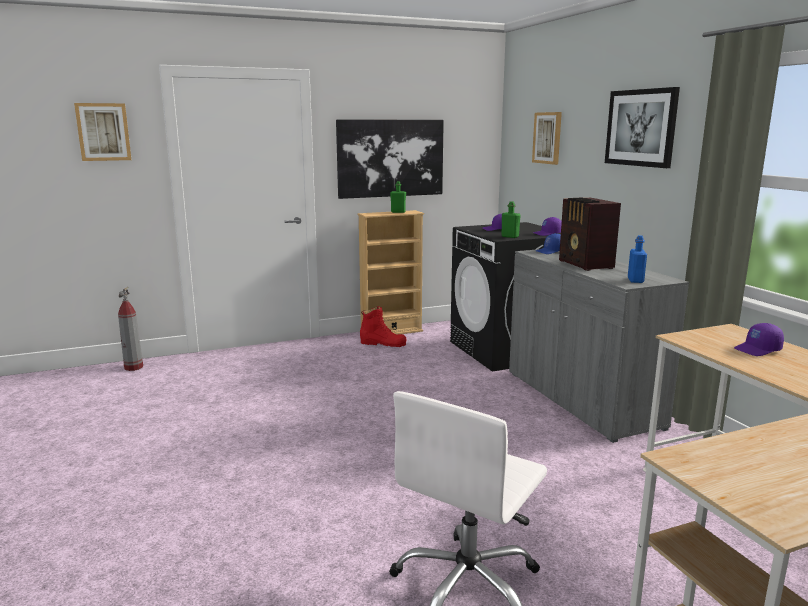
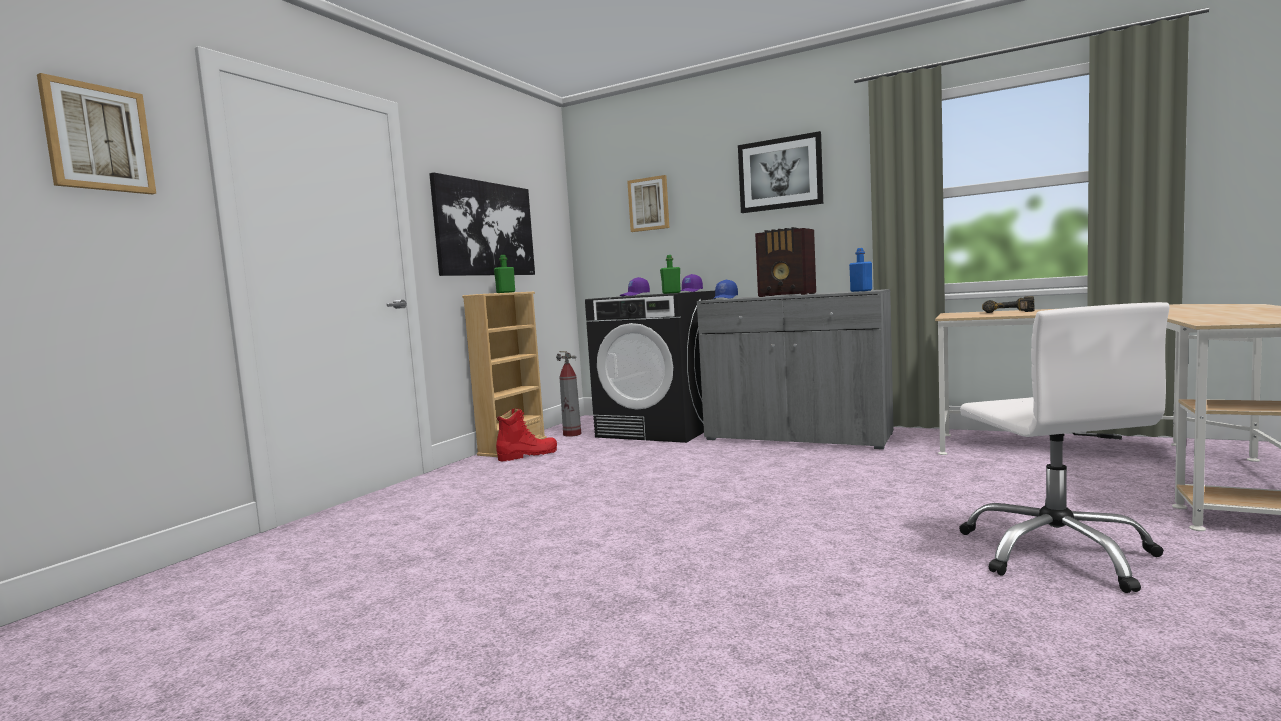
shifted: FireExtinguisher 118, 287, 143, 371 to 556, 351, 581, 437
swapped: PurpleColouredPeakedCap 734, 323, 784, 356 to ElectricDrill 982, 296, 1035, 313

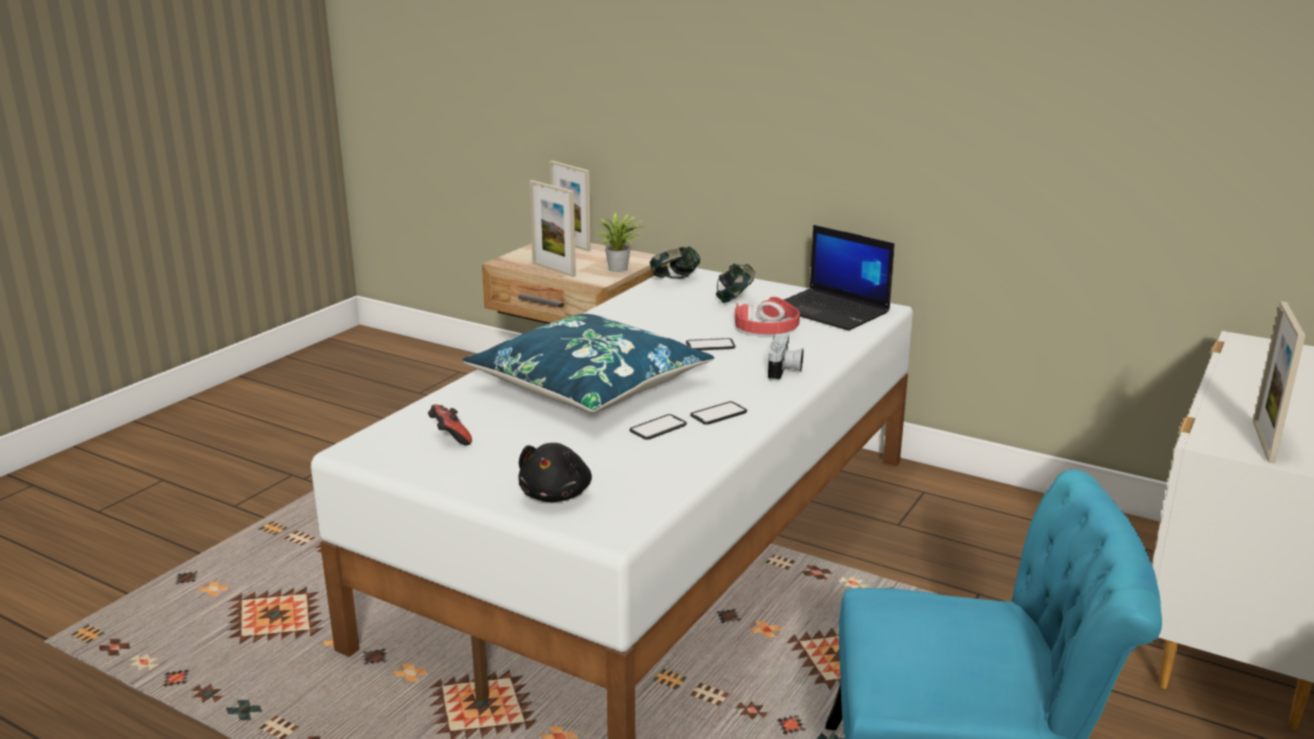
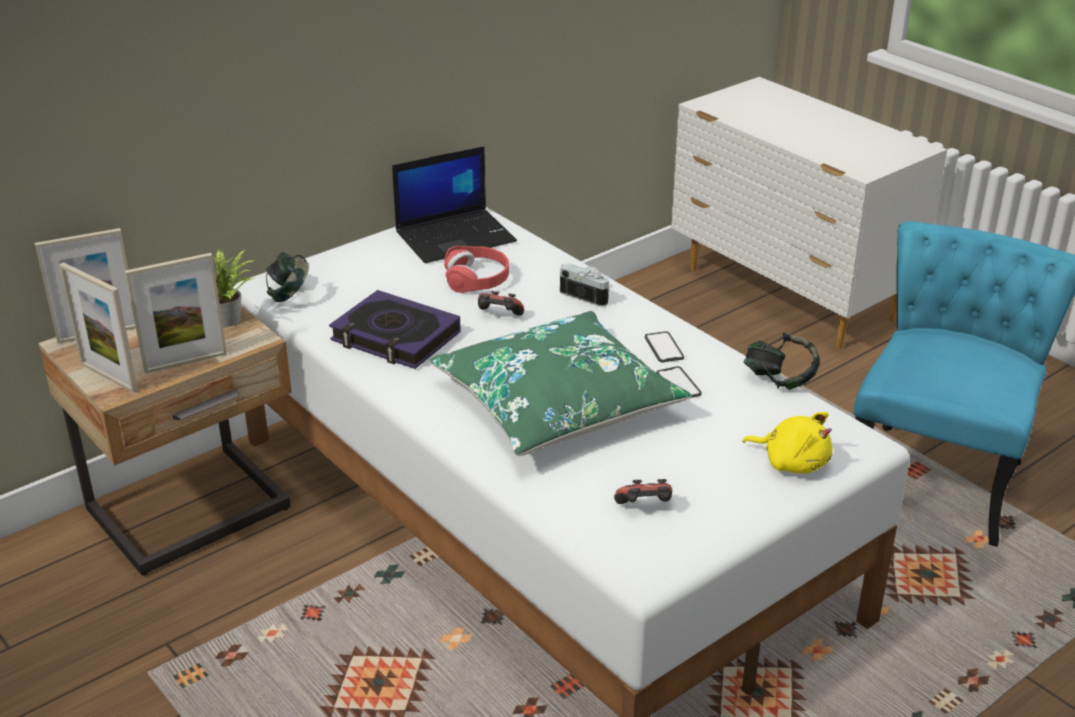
new: BoundBook 329, 290, 461, 369
shifted: Headset 716, 263, 755, 303 to 744, 332, 820, 390; PictureFrame 1253, 301, 1306, 464 to 59, 262, 138, 393
swapped: Telephone 686, 338, 736, 351 to Joypad 478, 291, 524, 316
repainted: BluePillow 463, 314, 714, 412 to GreenPillow 430, 311, 692, 456; BlackCuddlyToy 518, 443, 592, 502 to YellowCuddlyToy 743, 412, 832, 473

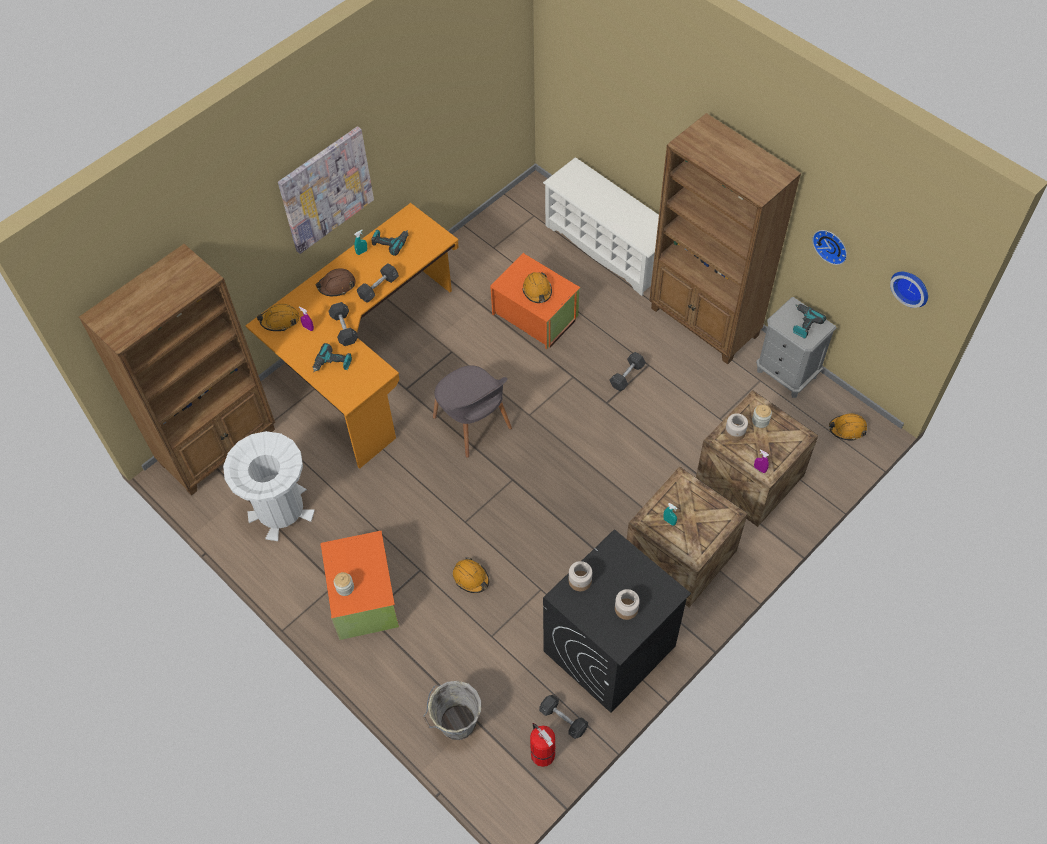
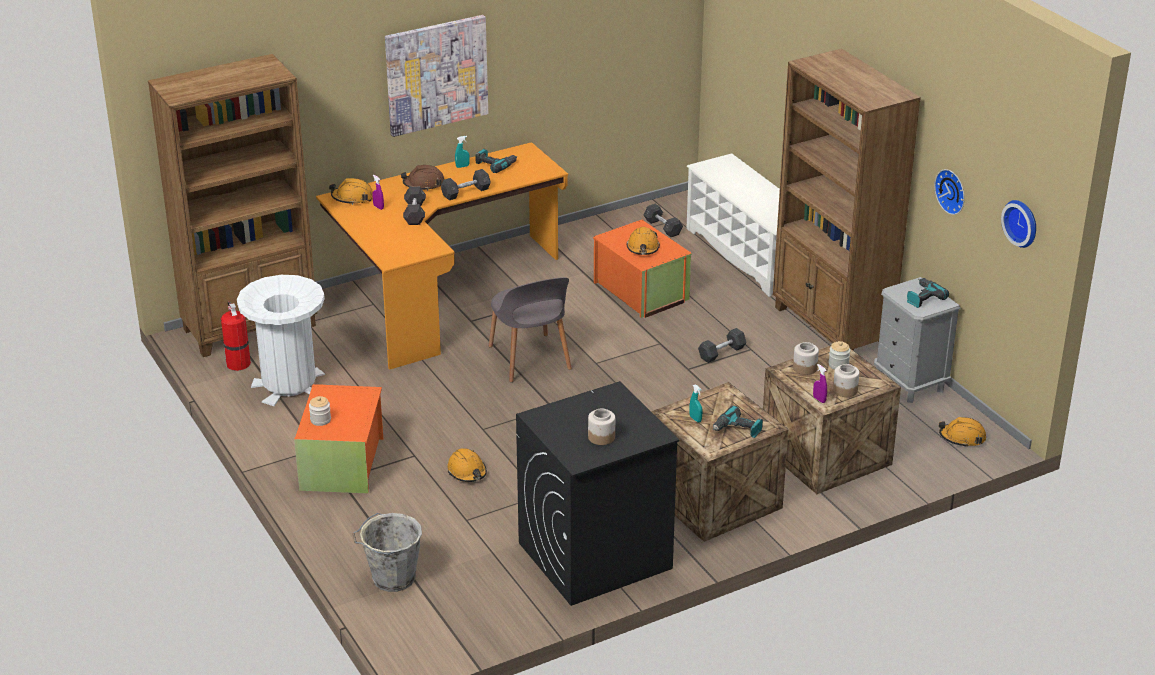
shifted: ElectricDrill 313, 343, 352, 372 to 713, 405, 763, 438; StorageJar 569, 561, 592, 591 to 833, 364, 859, 397; GreyishFreeWeight 539, 695, 588, 739 to 643, 204, 683, 237; FireExtinguisher 530, 723, 555, 767 to 221, 301, 251, 371

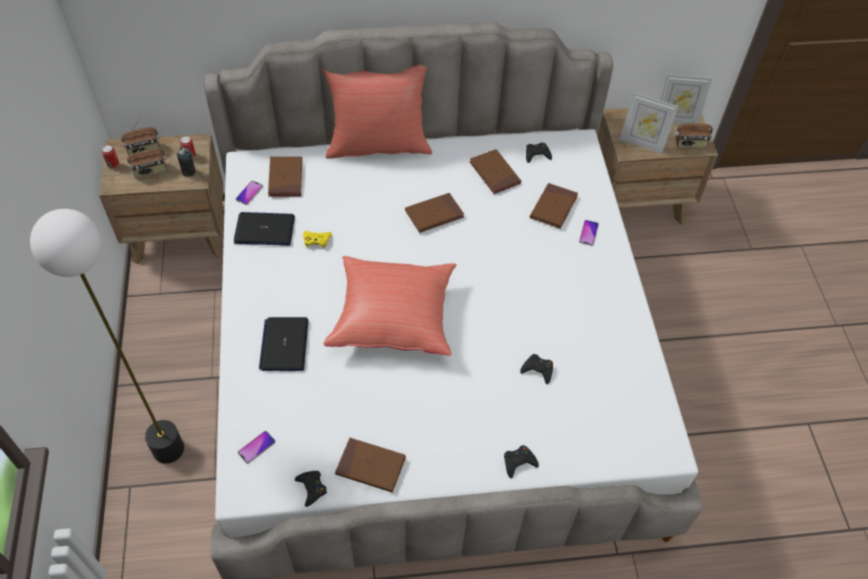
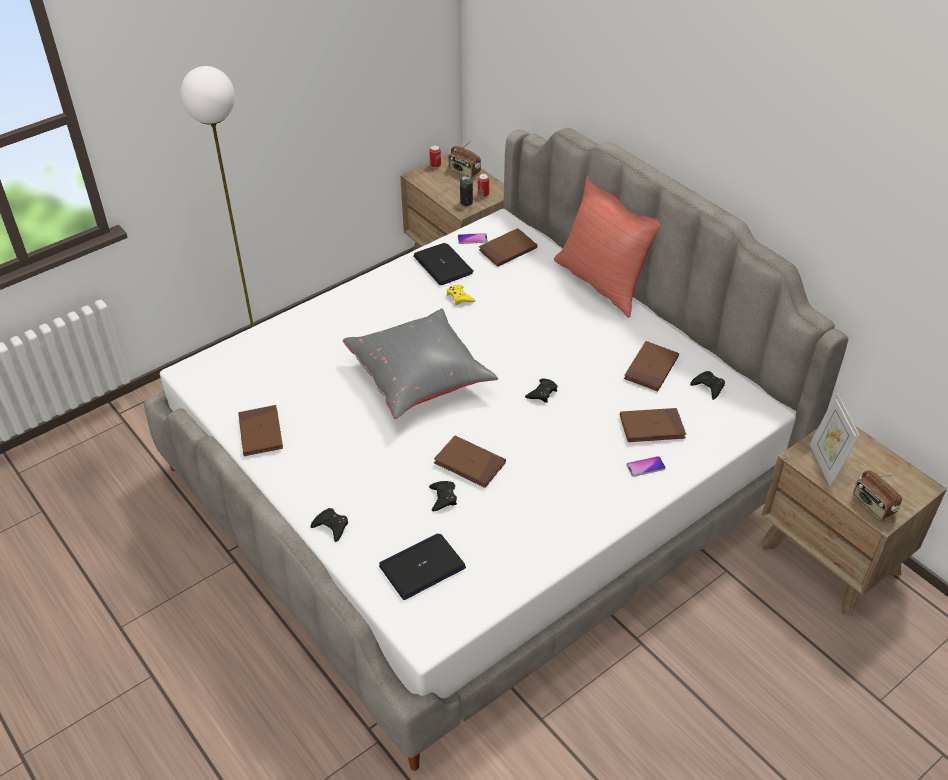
gone: PictureFrame 660, 74, 712, 125; RadioSet 127, 139, 167, 179; Telephone 238, 431, 275, 464
shifted: BrownBoundBook 405, 193, 464, 233 to 434, 436, 506, 488; Laptop 259, 317, 308, 371 to 379, 533, 466, 600; BlackJoypad 295, 471, 327, 507 to 525, 378, 557, 403
repainted: ReddishPillow 323, 256, 456, 356 to GreyishPillow 343, 308, 498, 419

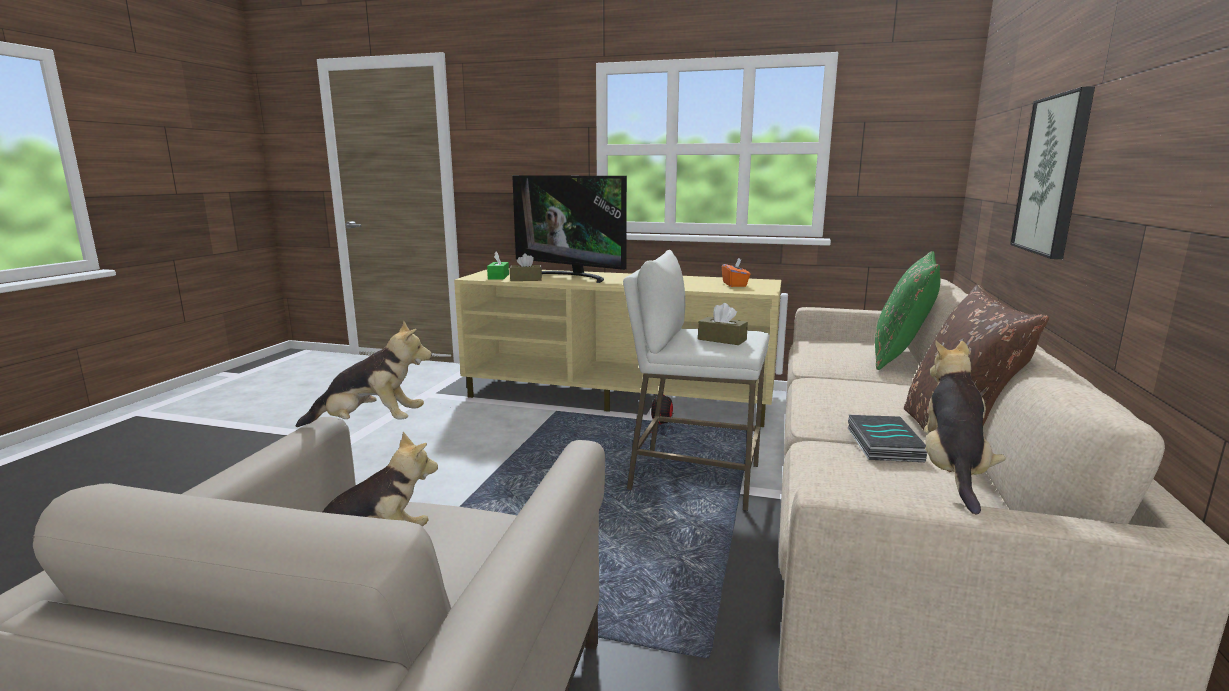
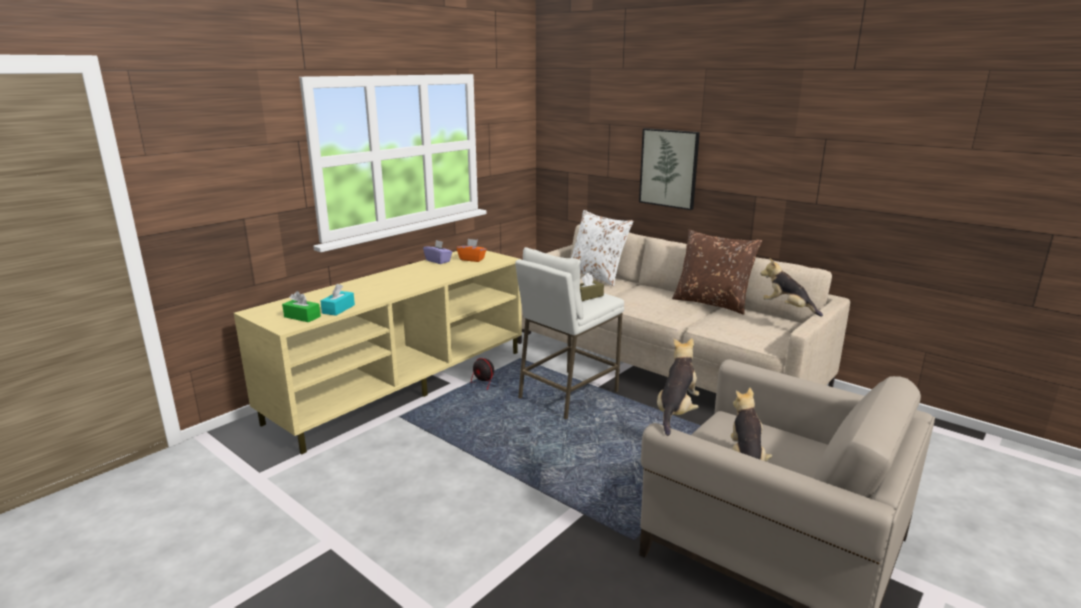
gone: Television 512, 175, 627, 283; BoundBook 848, 415, 927, 462
new: PurpleColouredBoxOfTissues 423, 240, 453, 264
repainted: GreenPillow 875, 251, 941, 370 to WhitishPillow 571, 210, 633, 286; BrownBoxOfTissues 510, 253, 542, 281 to BlueGreenBoxOfTissues 320, 284, 355, 316

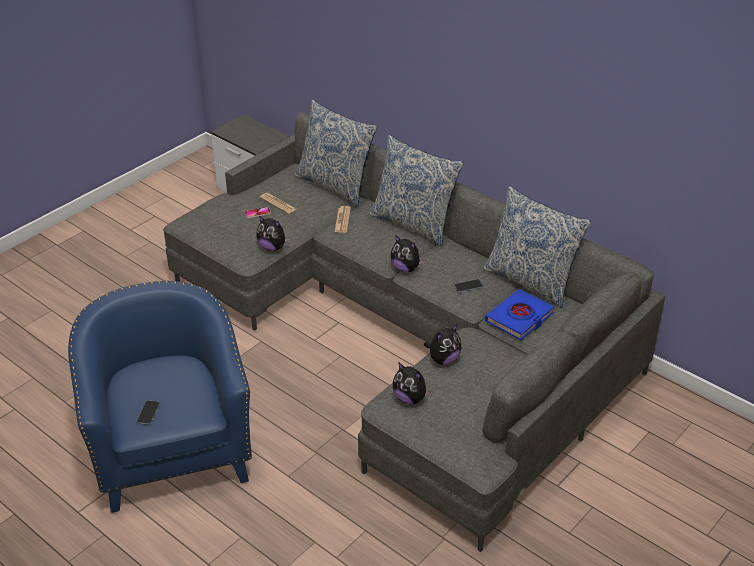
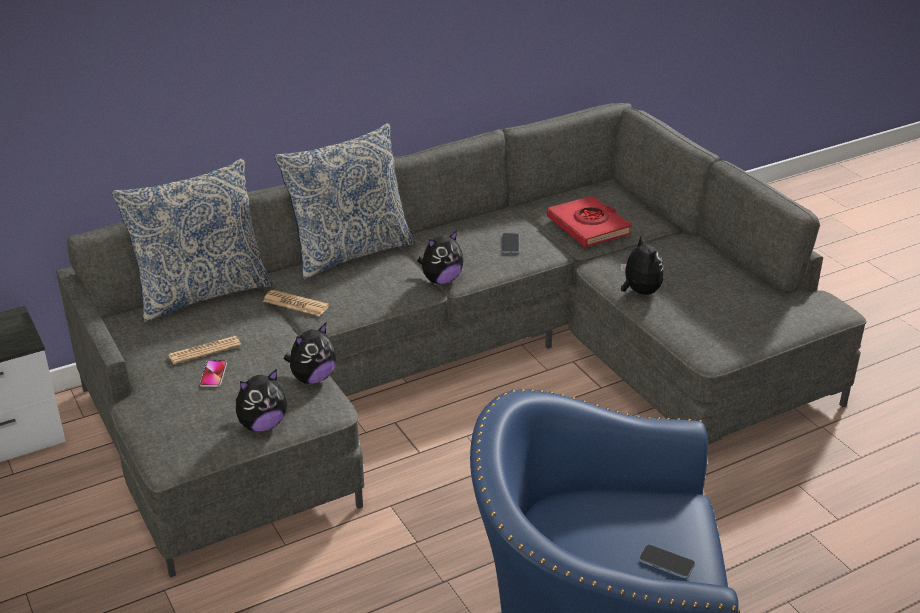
gone: Pillow 483, 186, 591, 308
shifted: CuddlyToy 393, 362, 432, 405 to 236, 369, 287, 432
repainted: BlueBoundBook 485, 289, 554, 340 to ReddishBoundBook 547, 196, 632, 247

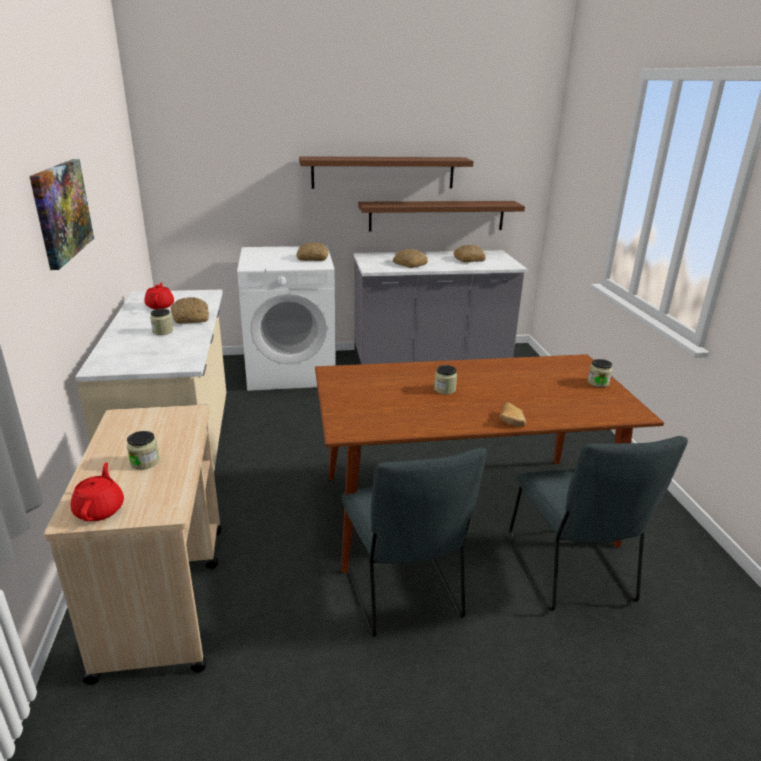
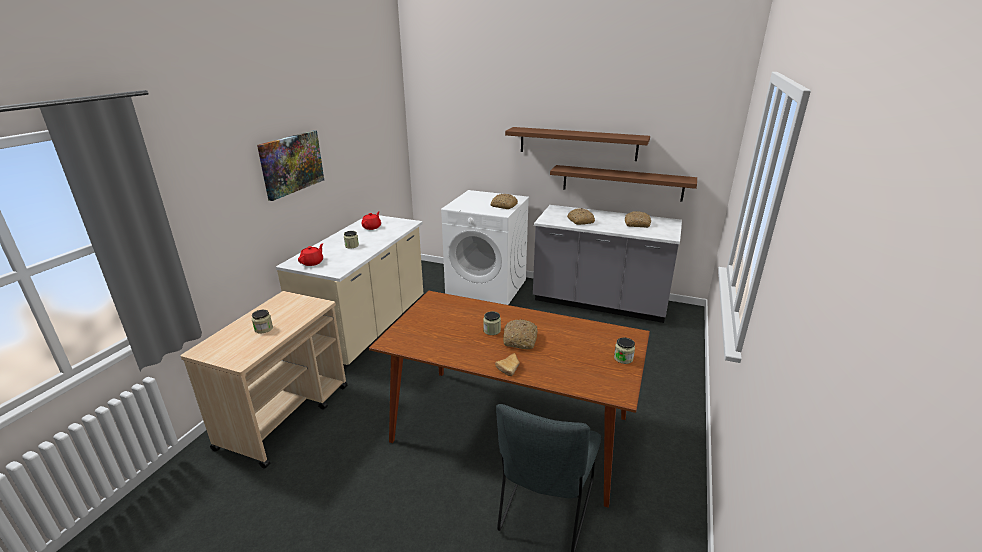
gone: GreyishPlainChair 341, 447, 487, 637
shifted: BakedBread 171, 297, 209, 324 to 503, 319, 538, 349; ReddishTeapot 70, 462, 124, 521 to 298, 243, 323, 266

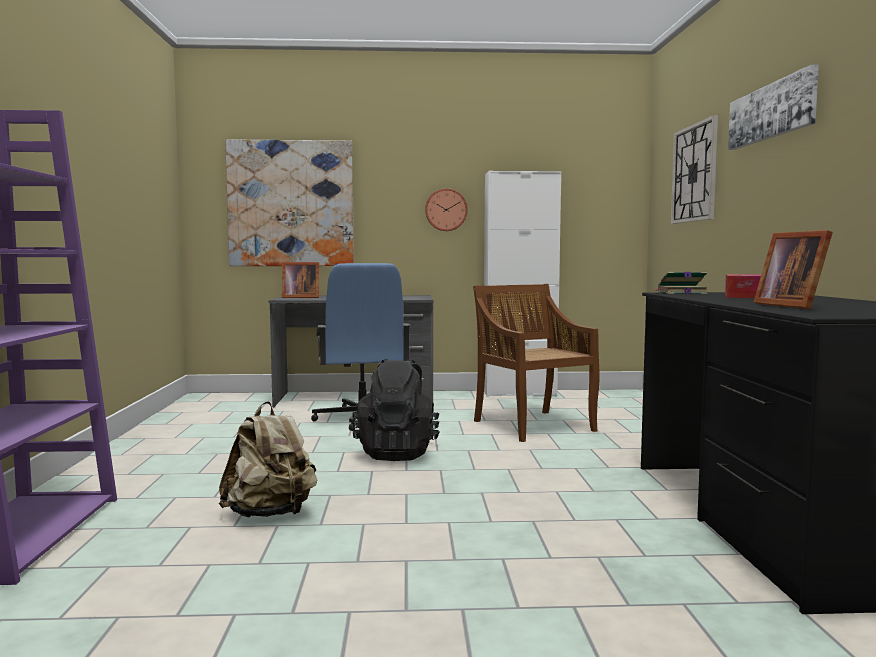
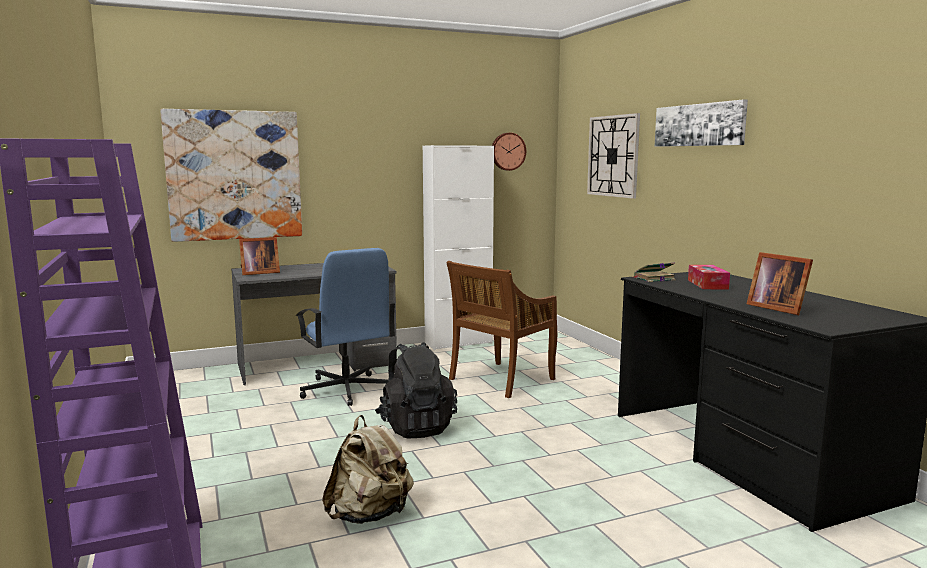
shifted: ClockOnTheWall 425, 188, 468, 231 to 492, 133, 526, 171
rotated: BrownPlainChair 473, 284, 600, 442 = 446, 261, 557, 398 90 degrees counterclockwise

